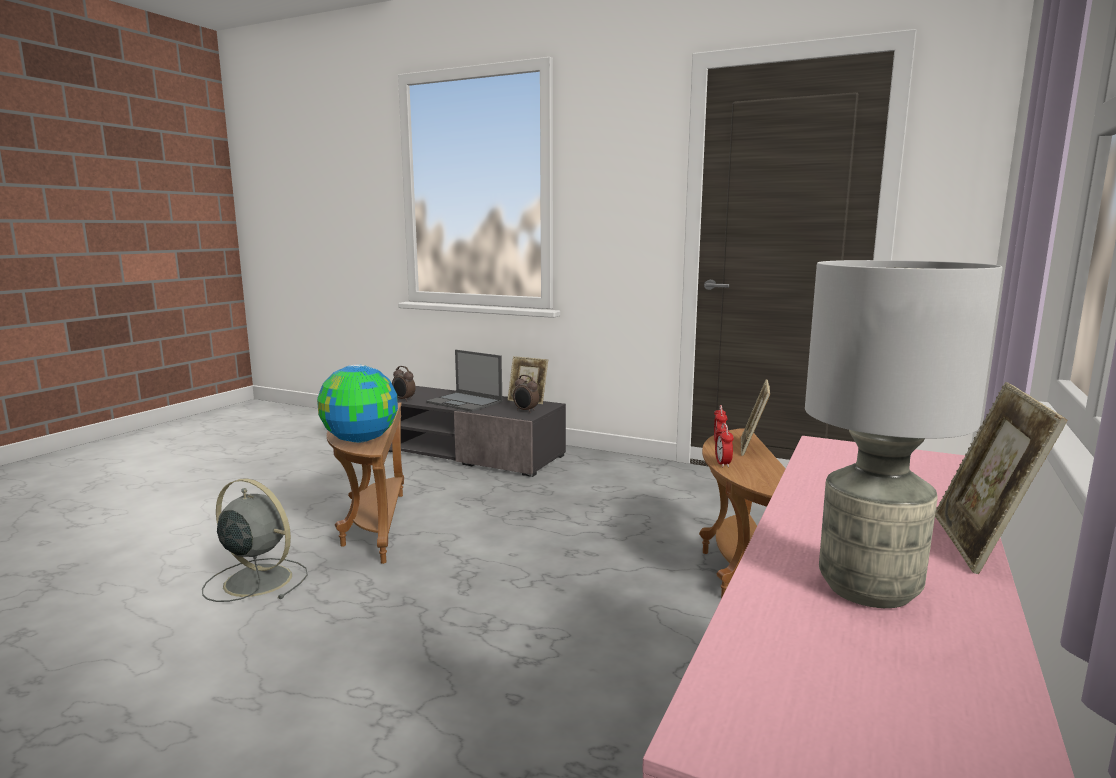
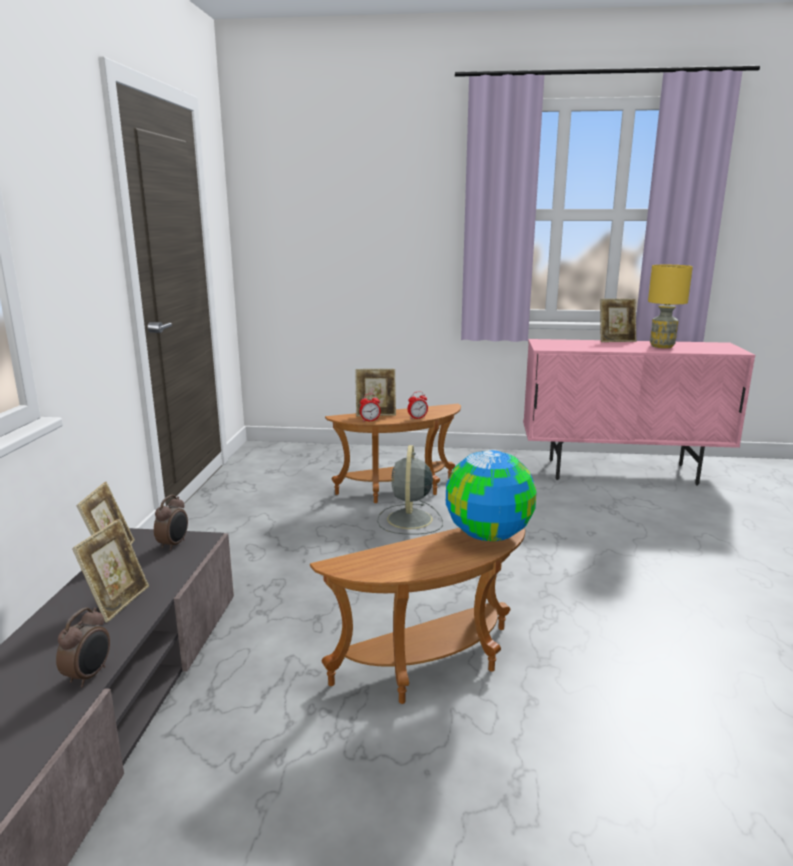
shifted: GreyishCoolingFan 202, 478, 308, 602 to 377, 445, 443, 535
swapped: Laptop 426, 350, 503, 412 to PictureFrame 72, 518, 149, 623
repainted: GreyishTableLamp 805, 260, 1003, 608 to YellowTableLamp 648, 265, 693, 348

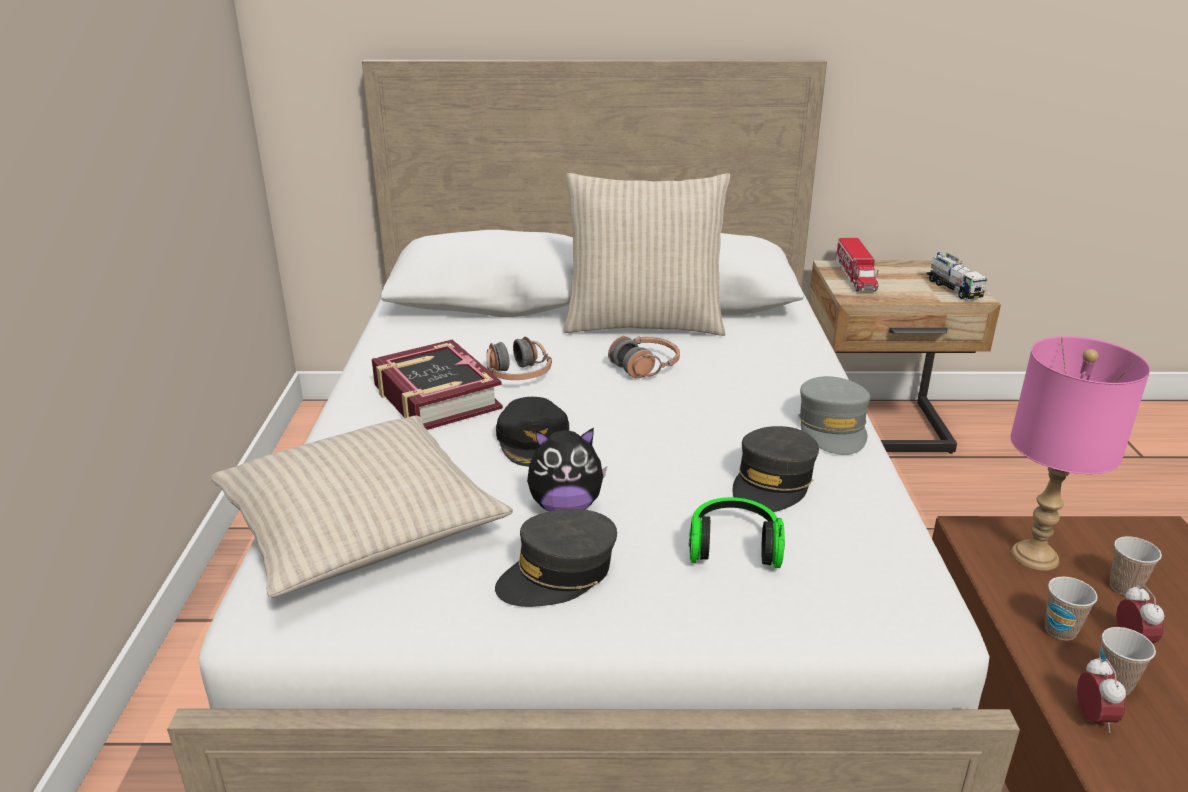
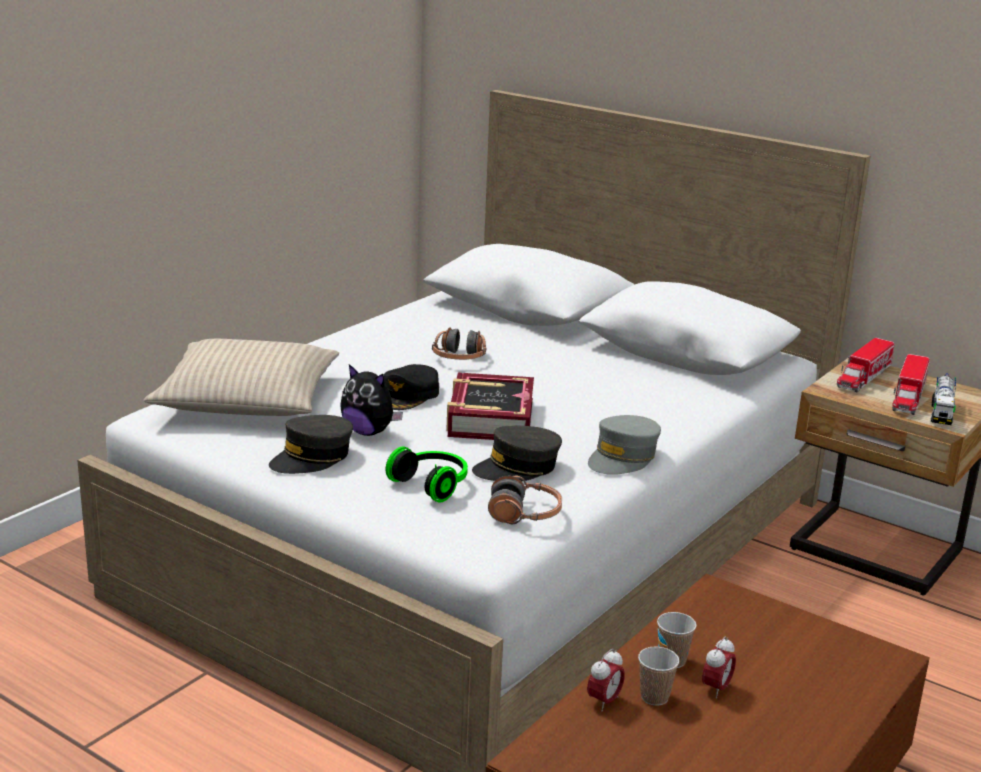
gone: BeigeColouredPillow 563, 173, 730, 336; PinkTableLamp 1010, 336, 1150, 571; DrinkingCup 1110, 536, 1162, 595
new: ToyTruck 892, 354, 930, 415
shifted: Headset 608, 336, 680, 378 to 488, 476, 562, 524; BoundBook 372, 340, 503, 430 to 446, 373, 534, 440
rotated: GreyishPeakedCap 495, 509, 617, 607 = 269, 415, 353, 474 45 degrees counterclockwise

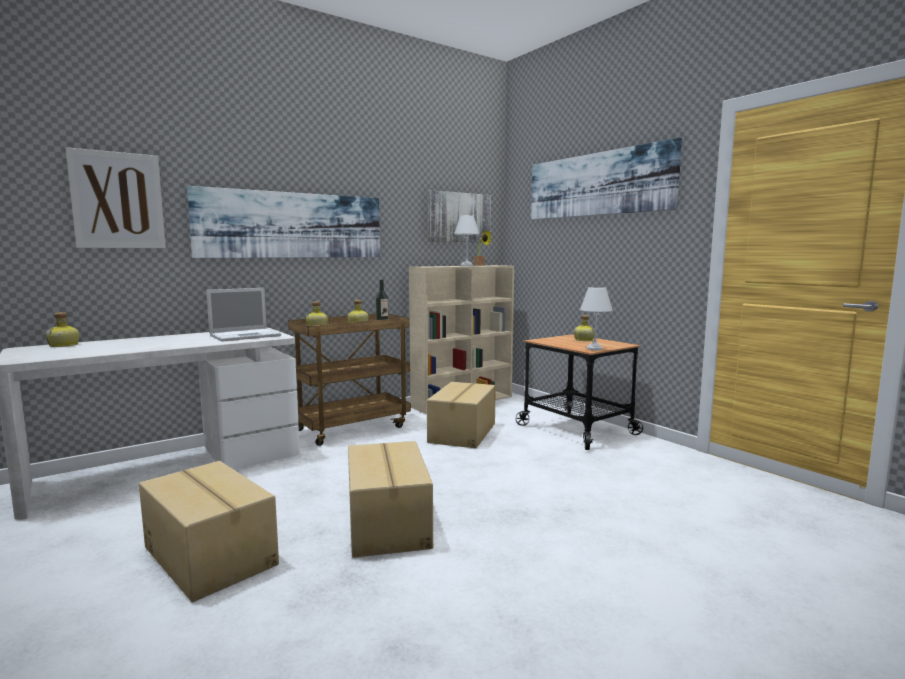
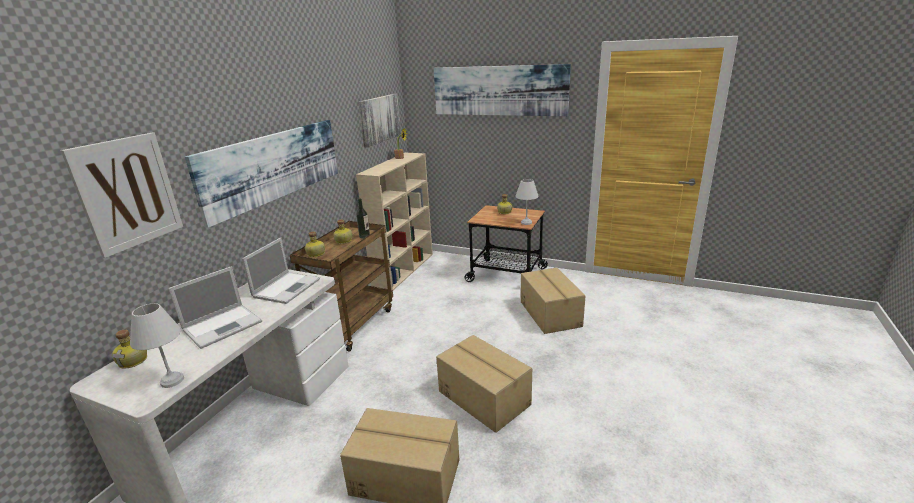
new: Laptop 168, 266, 262, 349
shifted: WhitishTableLamp 454, 215, 479, 266 to 130, 303, 184, 388; PackingBox 427, 382, 496, 448 to 521, 268, 585, 334

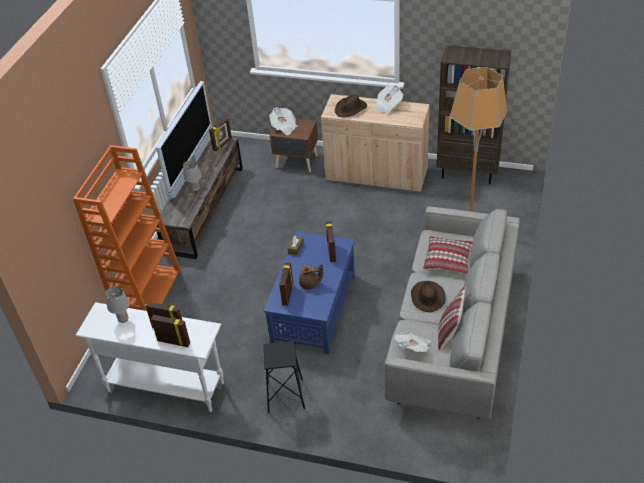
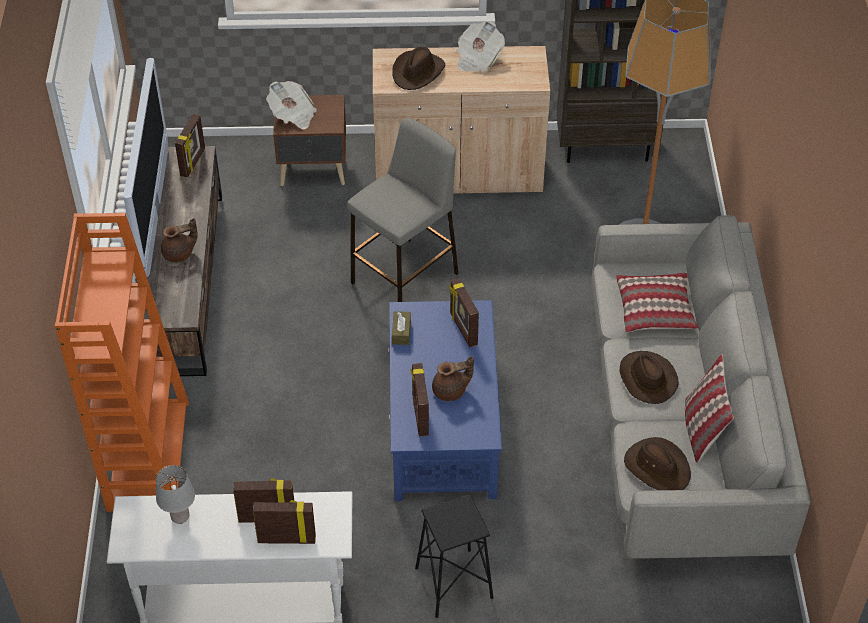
new: GreyishStool 347, 118, 459, 302
swapped: GreyishTableLamp 183, 160, 202, 192 to BrownTeapot 161, 218, 198, 262; DailyPaper 394, 333, 431, 352 to BrownWearableHat 624, 437, 691, 490

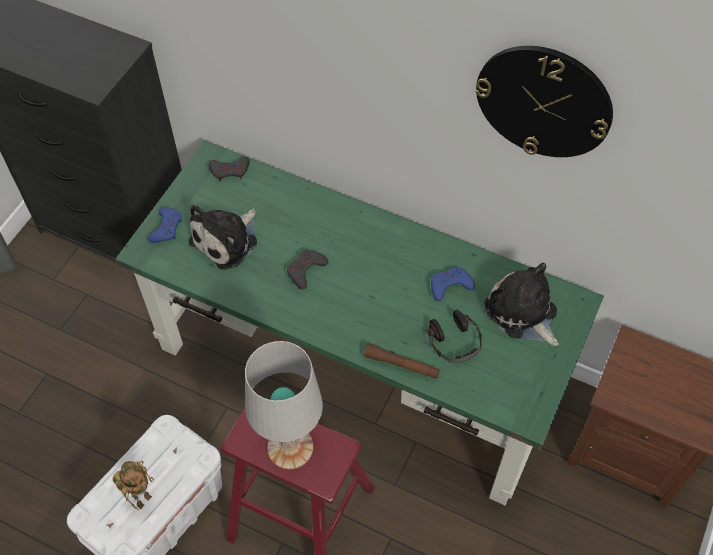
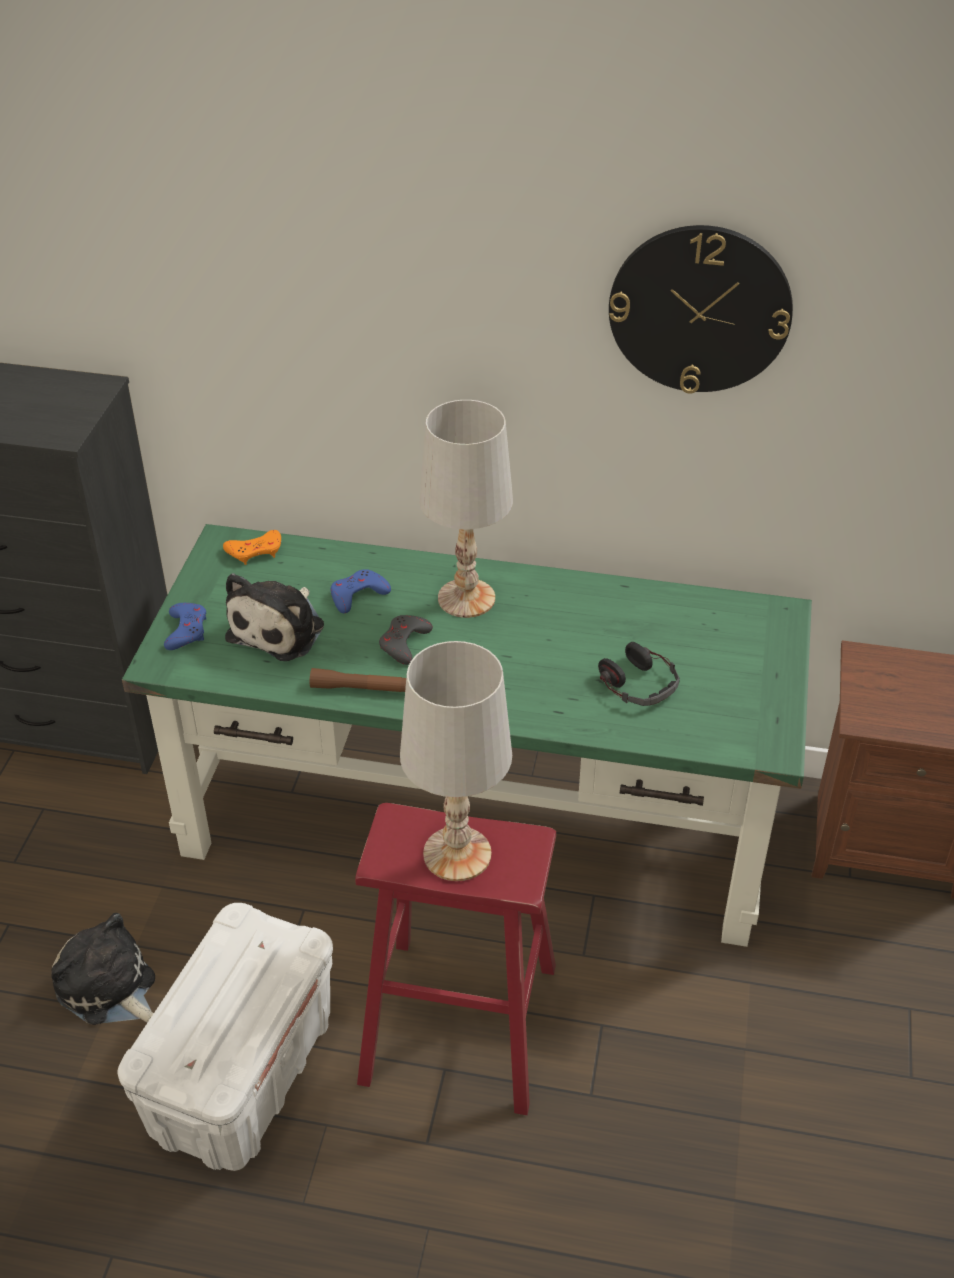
gone: ModelRobot 112, 461, 154, 510
new: WhitishTableLamp 419, 400, 513, 618
shifted: CuddlyToy 485, 263, 559, 346 to 51, 913, 155, 1025; BlueJoypad 431, 267, 475, 301 to 330, 569, 391, 613; BrownFlashlight 364, 343, 440, 379 to 310, 668, 406, 692
repainted: GreyishJoypad 209, 157, 250, 181 to OrangeJoypad 223, 530, 281, 565

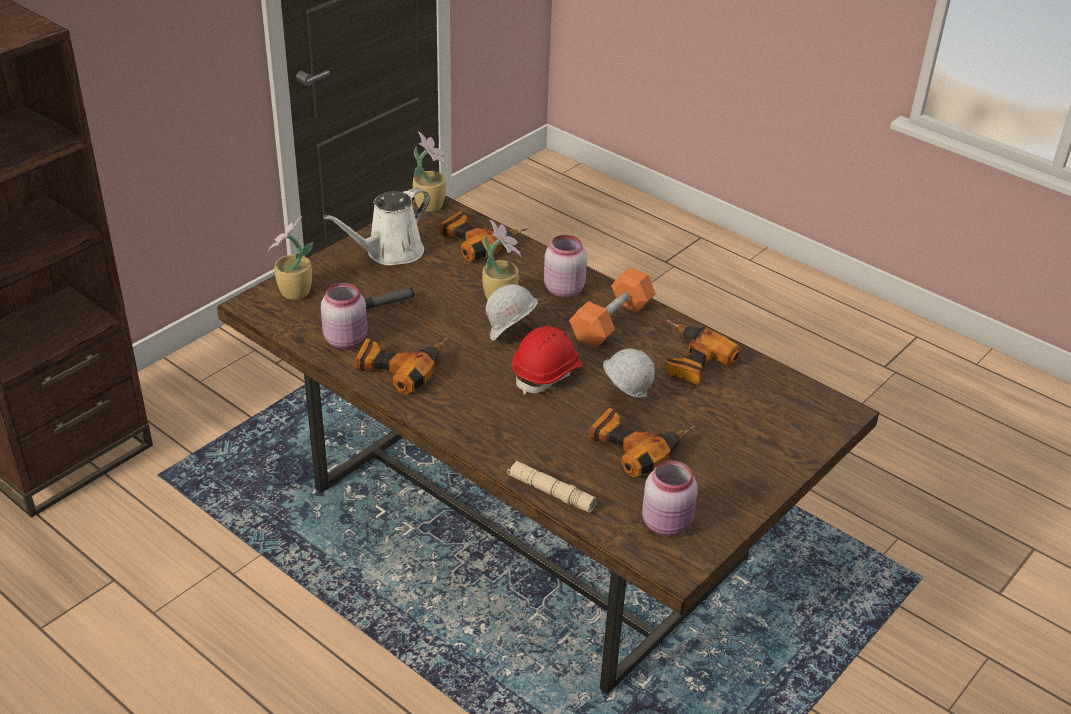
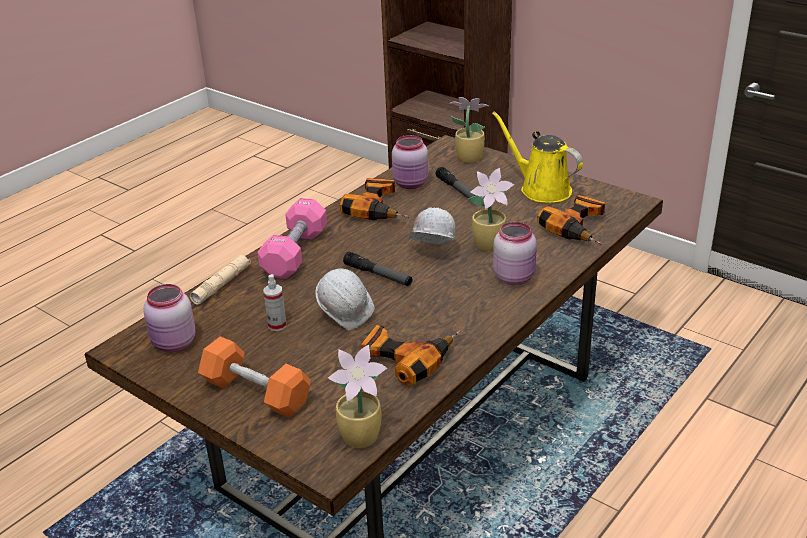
new: PinkFreeWeight 257, 198, 327, 279
shifted: PlantInAPot 413, 132, 446, 212 to 328, 345, 387, 448; OrangeFreeWeight 569, 267, 656, 348 to 198, 336, 311, 418
swapped: ReddishSafetyHelmet 512, 326, 583, 395 to Flashlight 343, 252, 413, 286; ElectricDrill 589, 408, 695, 478 to Sprayer 263, 274, 287, 331
repainted: WhitishWateringCan 324, 188, 430, 266 to YellowWateringCan 492, 111, 583, 203

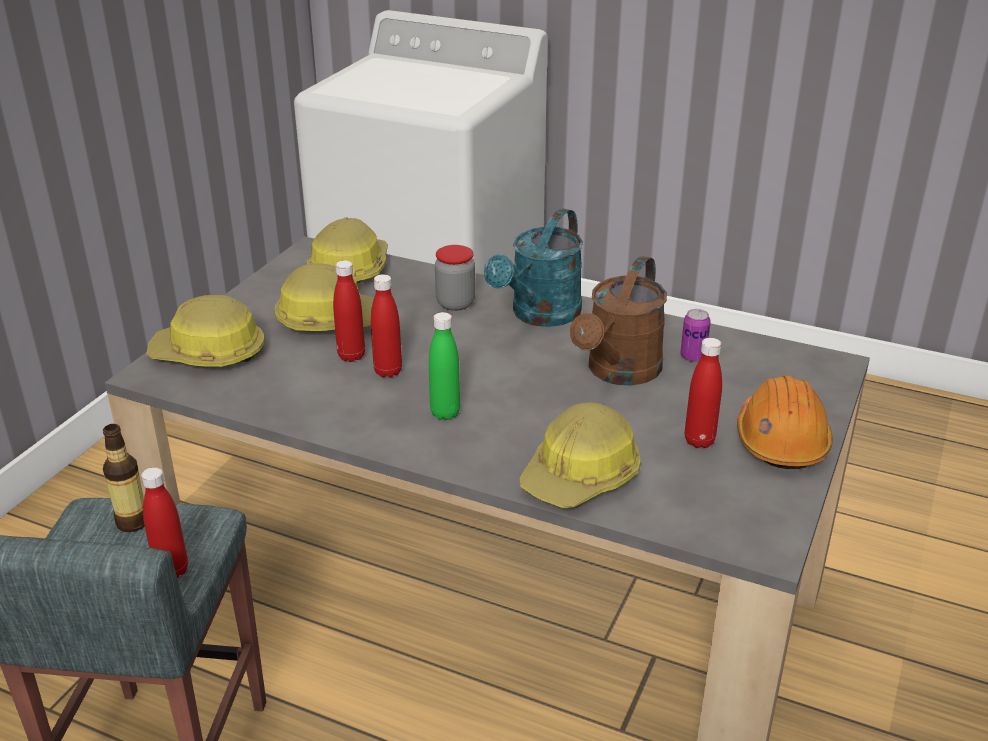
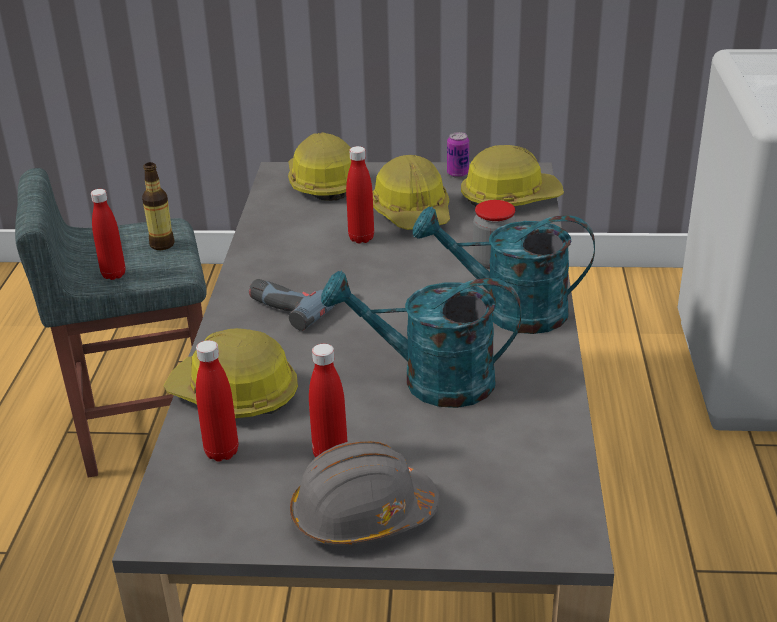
shifted: ReddishBeverageBottle 371, 274, 402, 378 to 196, 340, 238, 462; Can 680, 309, 711, 362 to 447, 132, 469, 178
swapped: GreenBeverageBottle 429, 312, 460, 420 to ElectricDrill 249, 279, 336, 331
repainted: BrownWateringCan 570, 256, 667, 386 to BlueGreenWateringCan 321, 270, 521, 408; OrangeSafetyHelmet 737, 375, 833, 469 to GreyishSafetyHelmet 290, 440, 440, 546

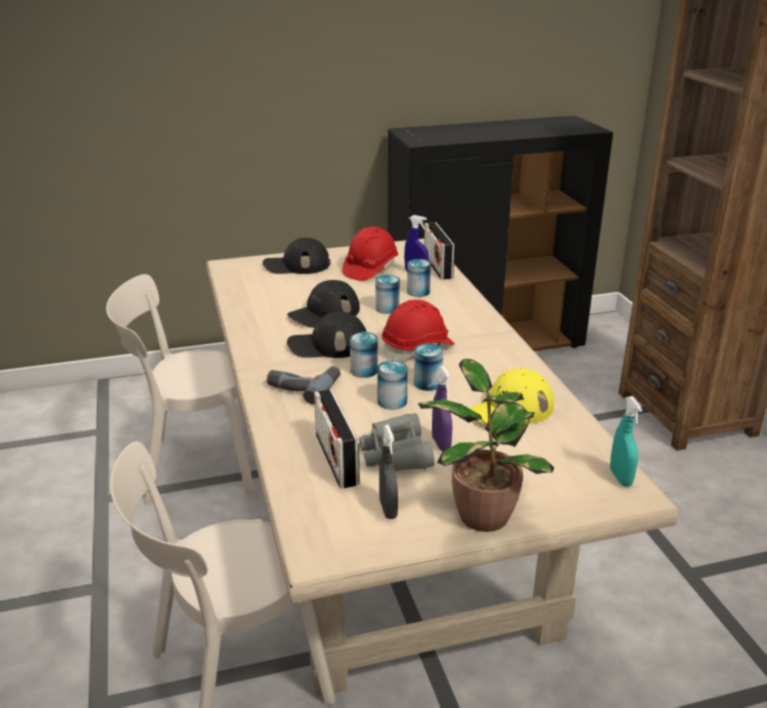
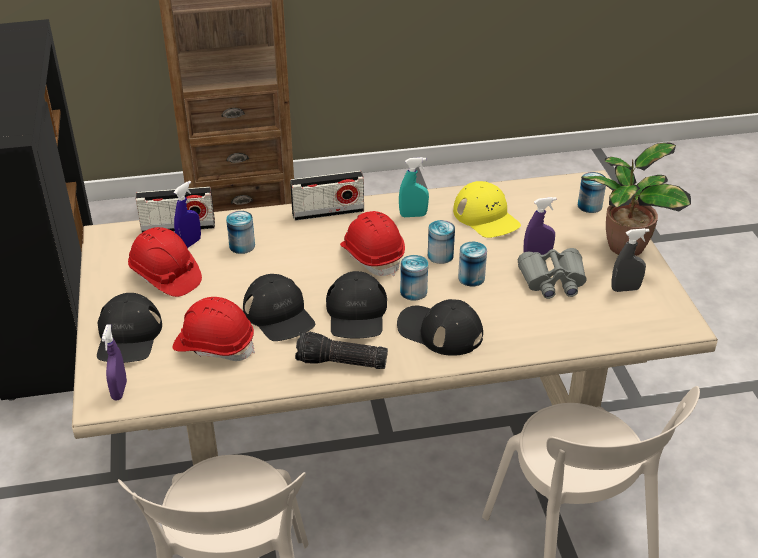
new: ReddishSafetyHelmet 172, 297, 255, 361; PurpleColouredSprayer 101, 325, 127, 400; Flashlight 295, 332, 388, 369
shifted: Can 376, 274, 400, 314 to 578, 172, 606, 213; RadioSet 314, 389, 360, 488 to 290, 171, 364, 221; BlueGreenSprayer 610, 396, 642, 487 to 399, 157, 429, 217
swapped: ElectricDrill 267, 366, 341, 404 to BlackPeakedCap 397, 299, 483, 356

